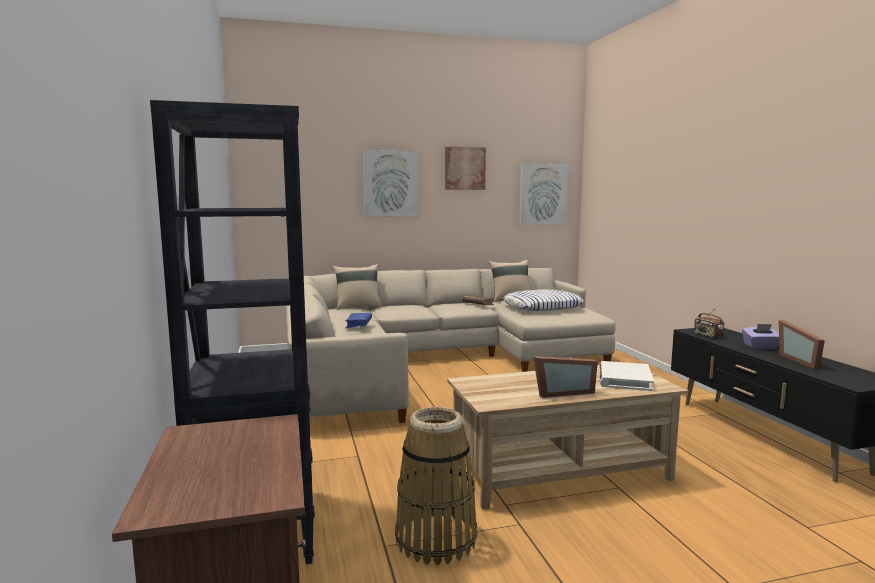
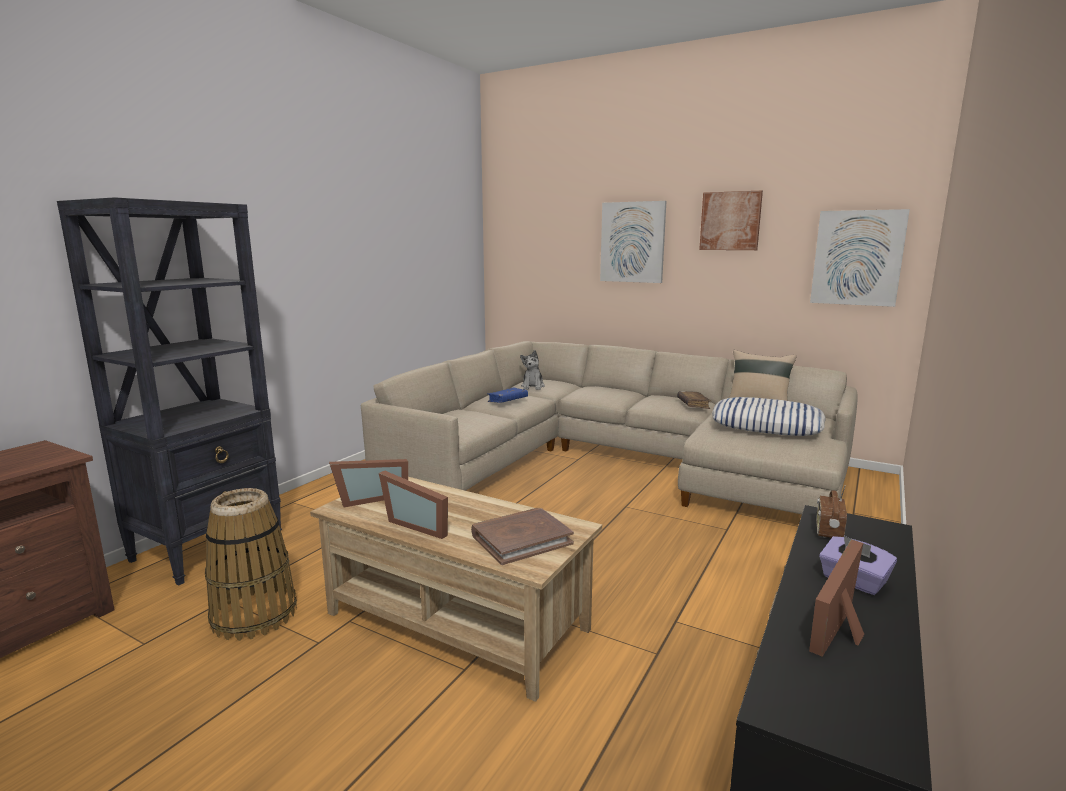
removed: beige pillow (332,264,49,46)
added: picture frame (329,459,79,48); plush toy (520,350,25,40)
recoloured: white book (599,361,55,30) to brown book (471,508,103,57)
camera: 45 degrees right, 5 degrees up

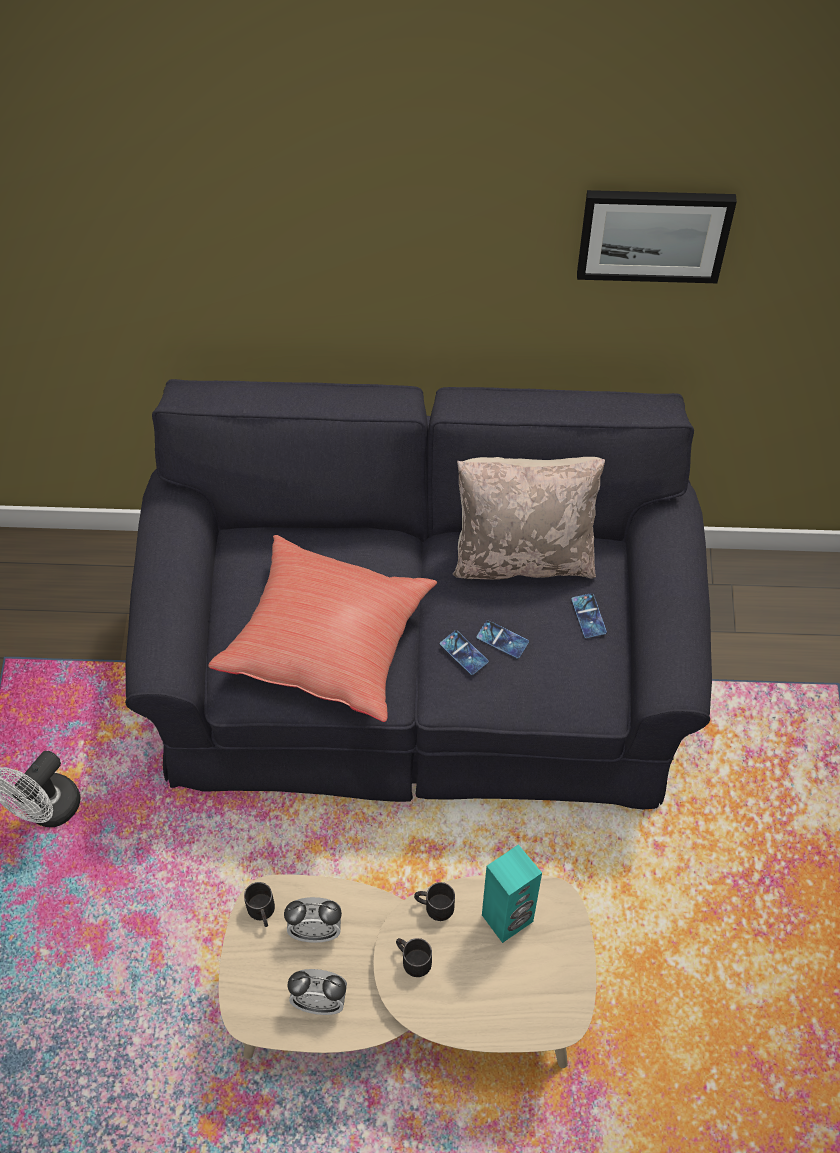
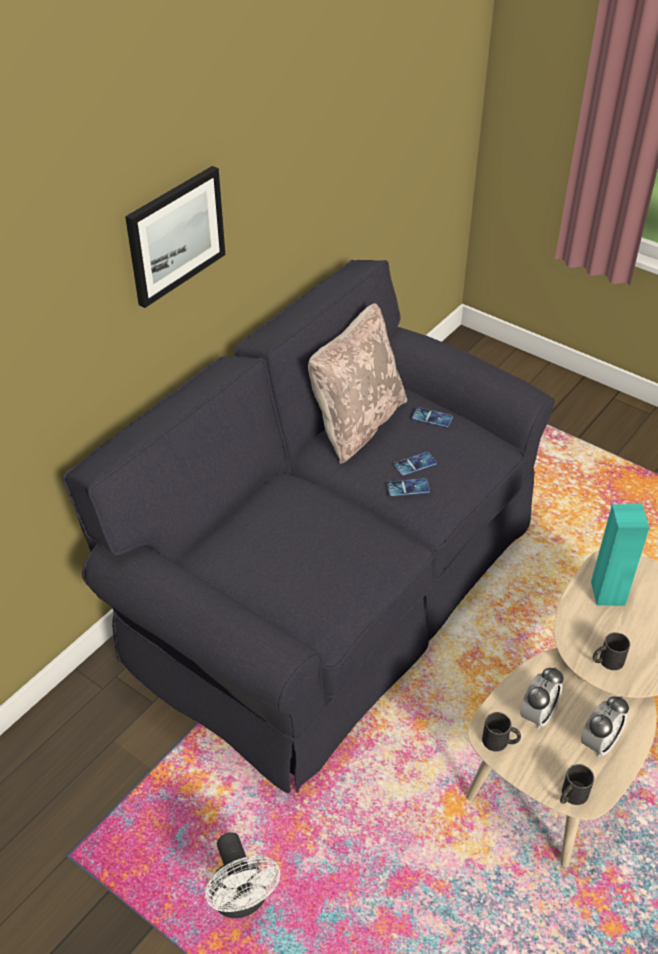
removed: red pillow (208,535,229,187)
moved: black mug (414,882,41,39) to (560,764,34,41); picture (577,190,160,93) to (125,166,100,142)
camera: 55 degrees left, 15 degrees down

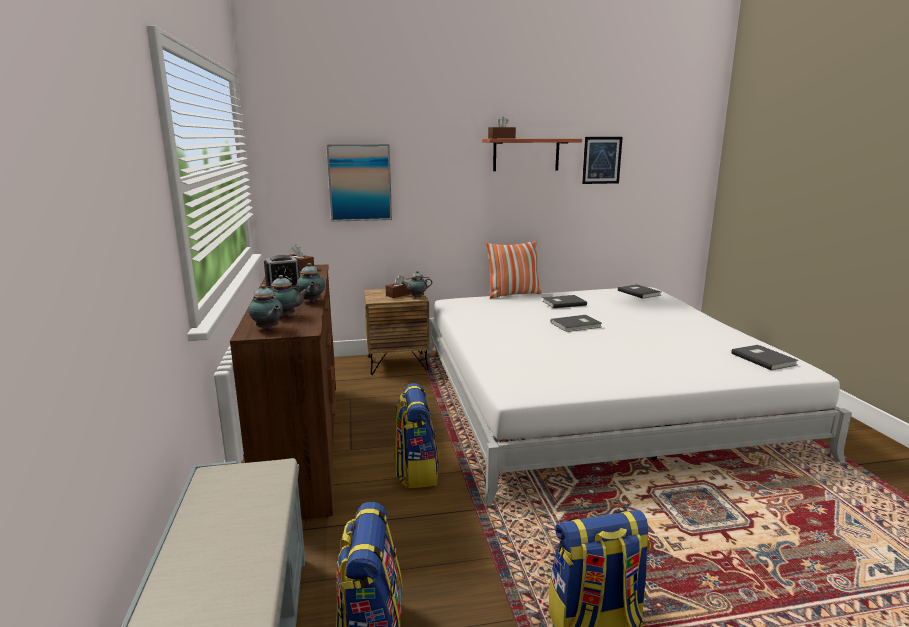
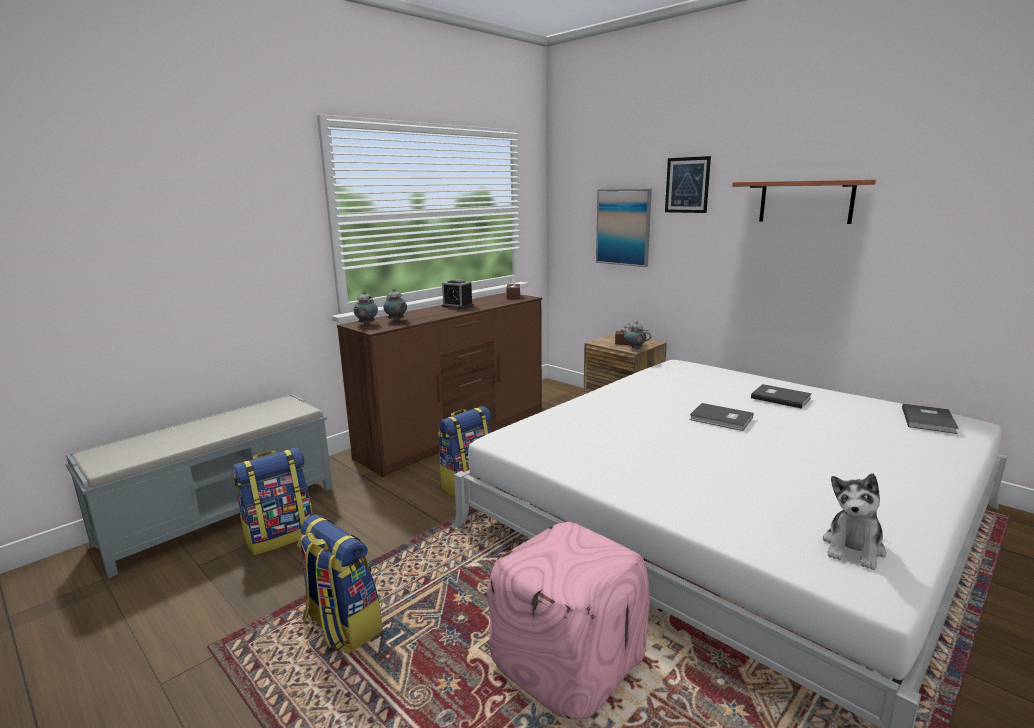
removed: teapot (297,263,28,39); pillow (486,241,56,58); brown tissue box (488,116,28,23)
added: pink ottoman (487,522,163,197)
moved: picture (582,137,41,47) to (665,156,46,57)
replaced: grey book (731,345,68,25) to plush toy (823,473,63,97)
camera: 55 degrees right, 0 degrees up

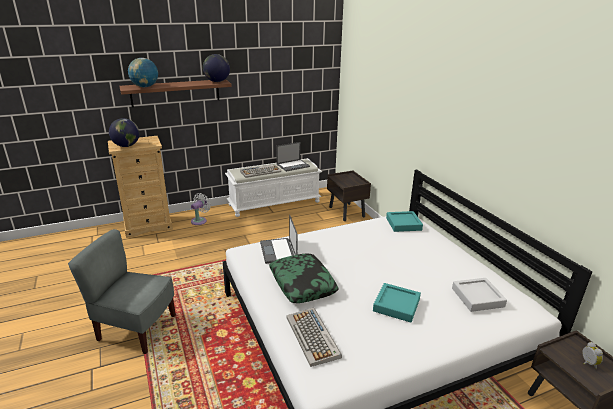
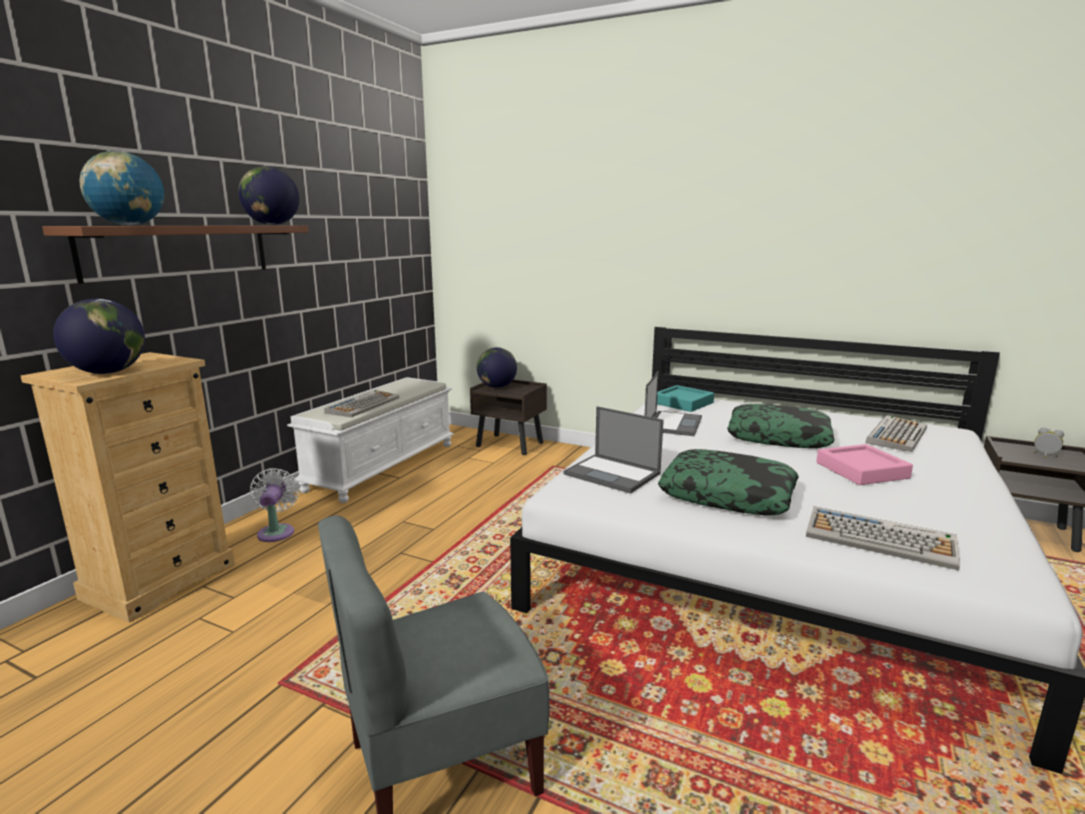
added: globe (477,347,40,41); pillow (727,404,108,44)
moved: laptop (276,142,34,30) to (645,371,57,65)
replaced: grey tray (452,278,55,34) to keyboard (866,415,61,37)
recoloured: turquoise tray (373,283,48,40) to pink tray (816,444,97,41)
camera: 40 degrees left, 10 degrees down

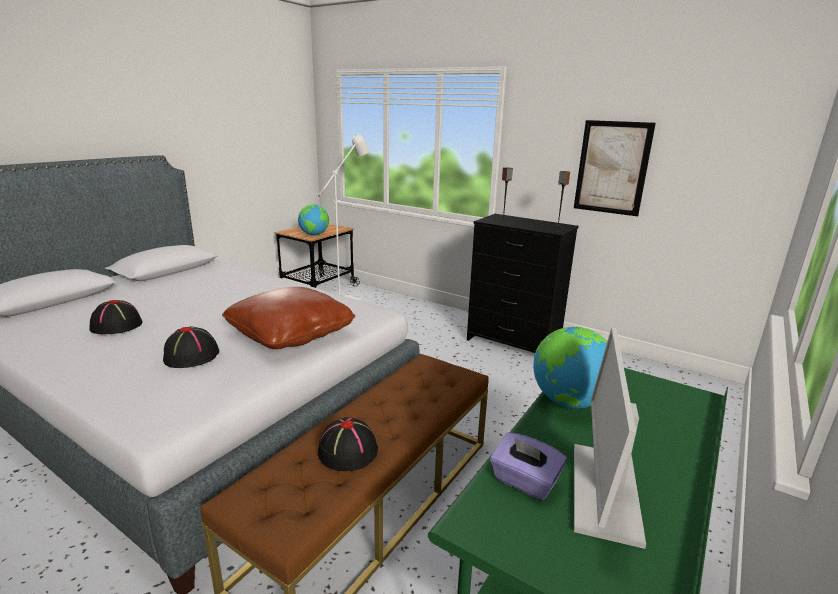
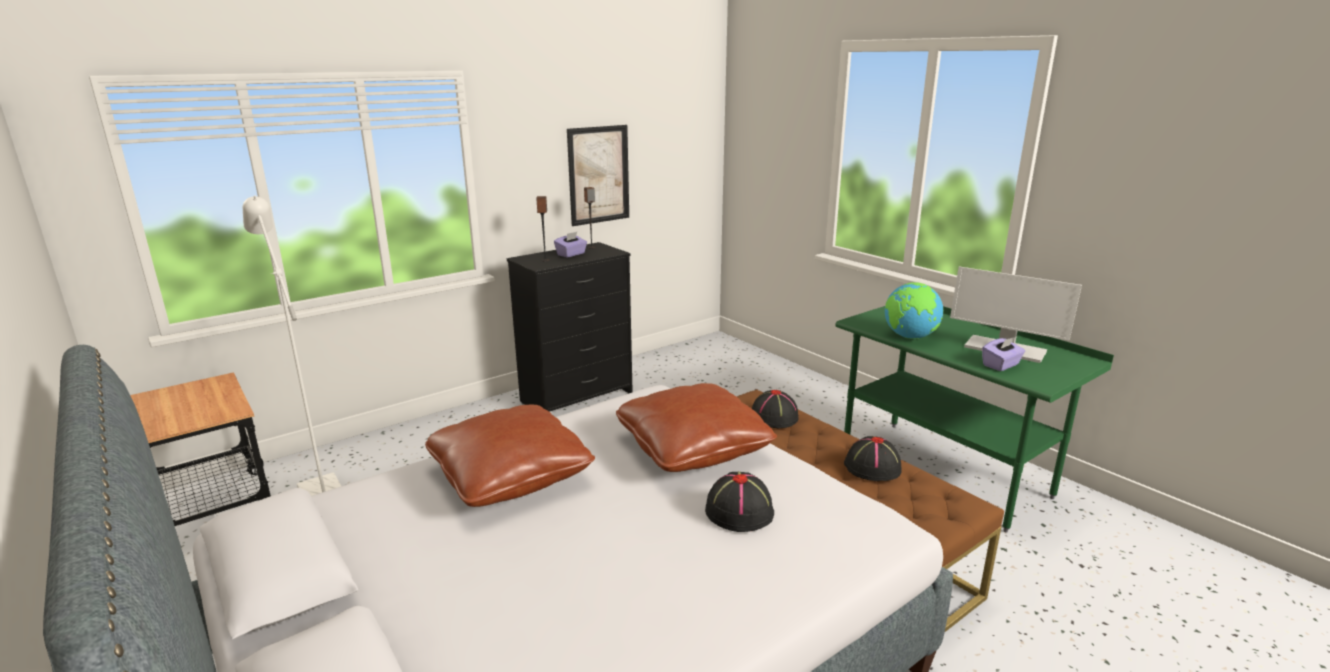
removed: globe (298,204,31,32)
added: brown pillow (425,405,170,102); purple tissue box (554,232,33,25)
moved: black hat (89,300,54,34) to (752,390,47,38)
camera: 70 degrees left, 0 degrees up

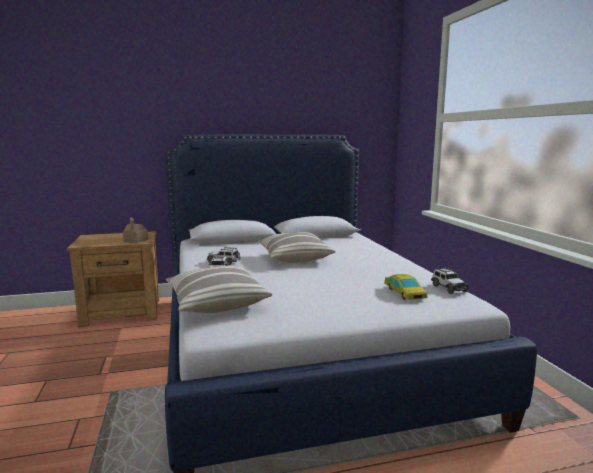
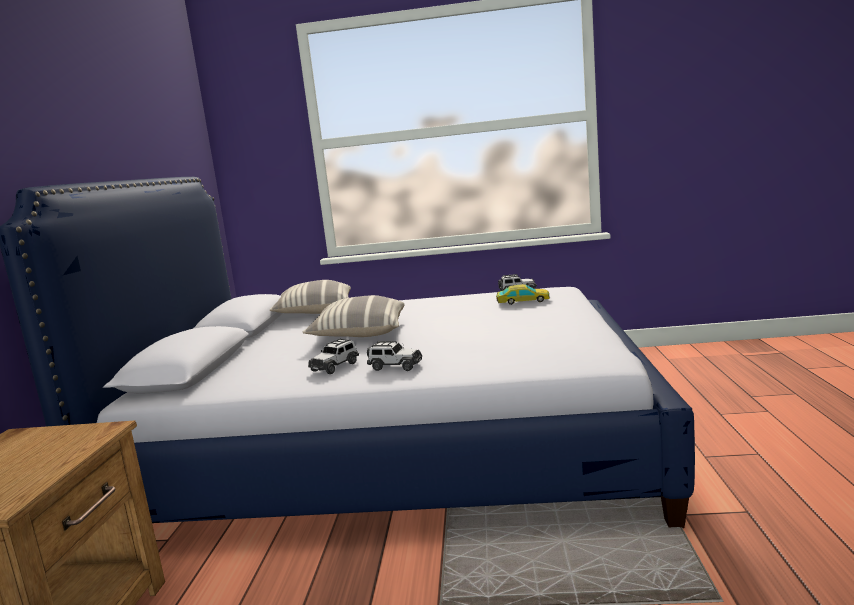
removed: toy house (122,217,26,26)
moved: pillow (166,266,107,47) to (270,280,81,34)
camera: 70 degrees left, 0 degrees up

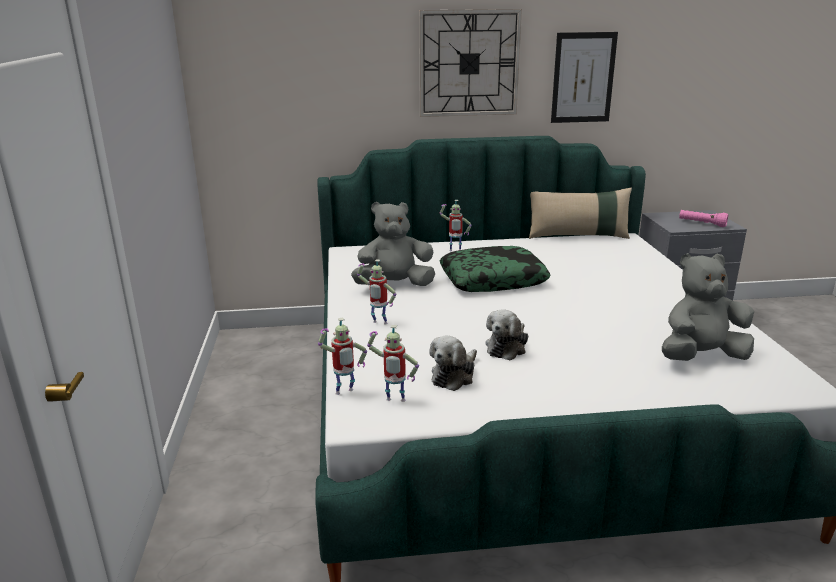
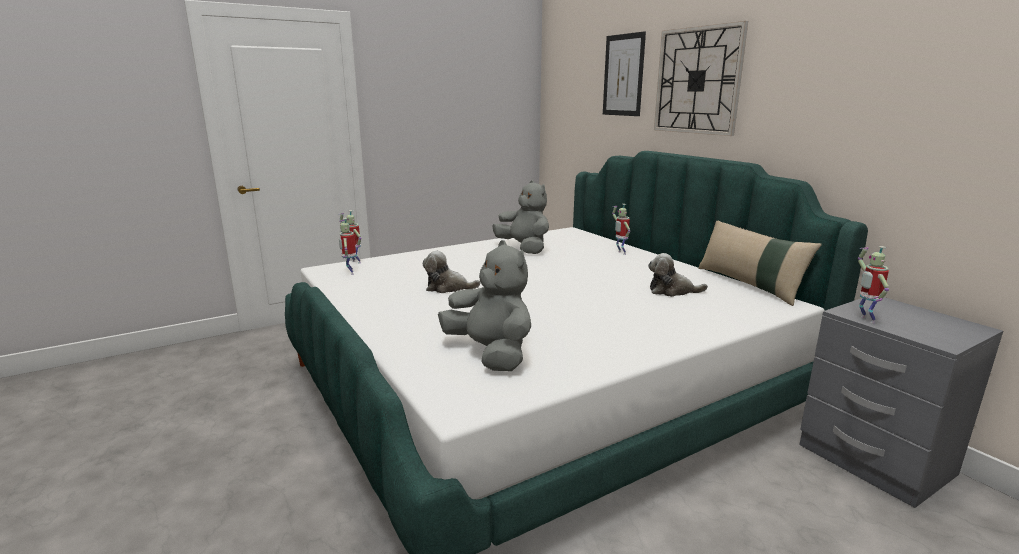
removed: pillow (440,246,111,46); pink flashlight (679,210,49,17)
moved: toy robot (357,259,39,65) to (858,246,31,77); plush toy (429,336,48,55) to (648,253,60,44); picture (551,32,67,91) to (603,31,43,85)
camera: 65 degrees right, 5 degrees down

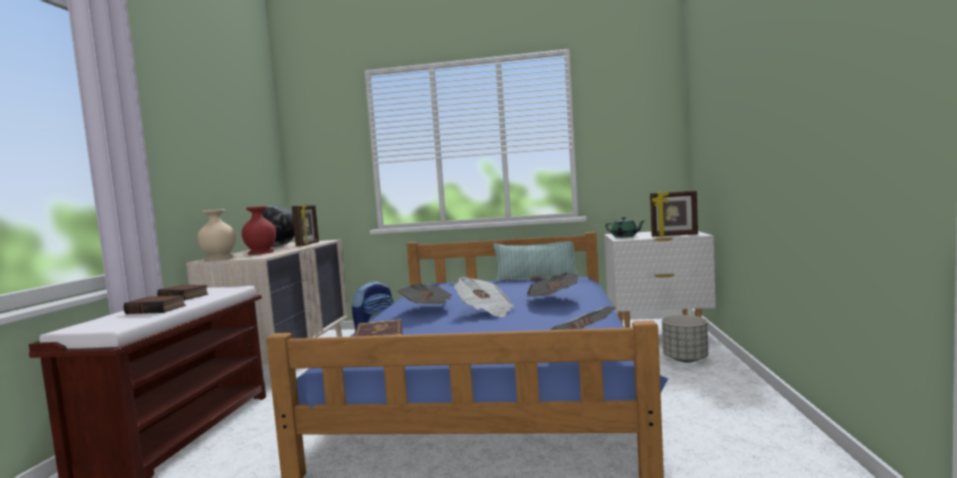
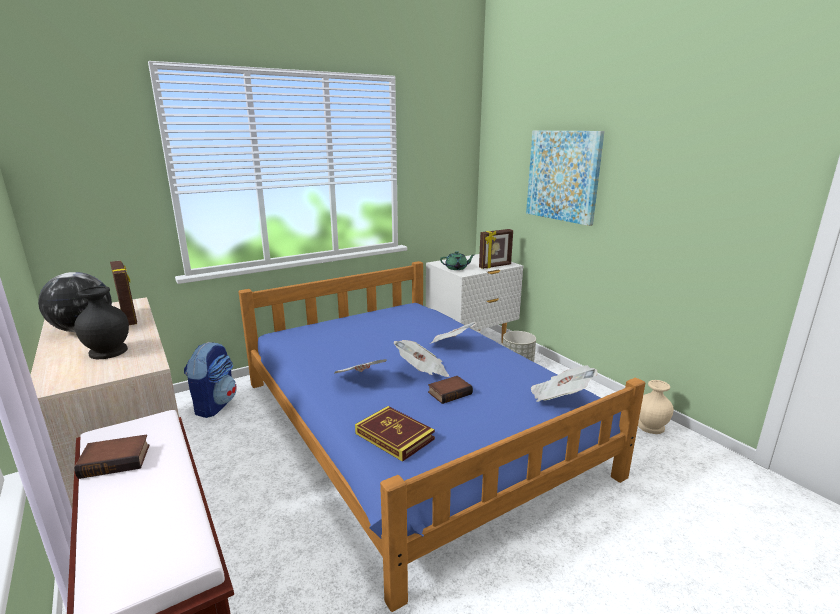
removed: pillow (493,241,85,41)
added: picture (526,131,78,95)
moved: book (124,295,62,19) to (428,376,45,28); beige vase (198,209,38,51) to (638,380,36,54)
recoloured: red vase (242,206,34,49) to black vase (74,286,55,73)
camera: 40 degrees left, 15 degrees up

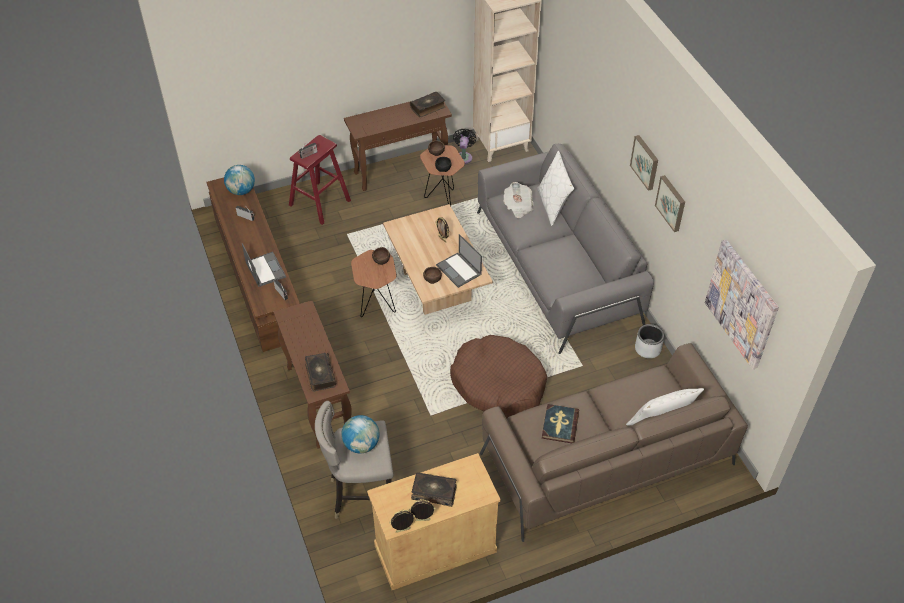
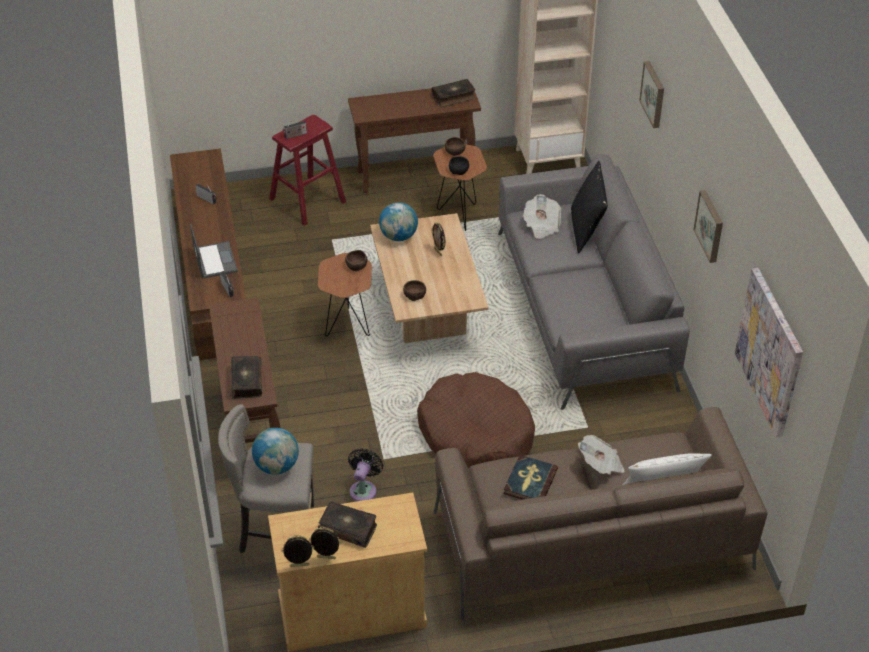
removed: laptop (436,234,46,54); grey planter (635,324,29,34)
added: newspaper (578,435,47,40)
moved: globe (224,165,31,30) to (379,202,39,39); black fan (453,129,23,35) to (348,448,35,53); picture (630,135,28,56) to (639,61,25,67)
recoloured: white pillow (537,151,37,75) to black pillow (571,161,37,92)
camera: 10 degrees right, 5 degrees down

